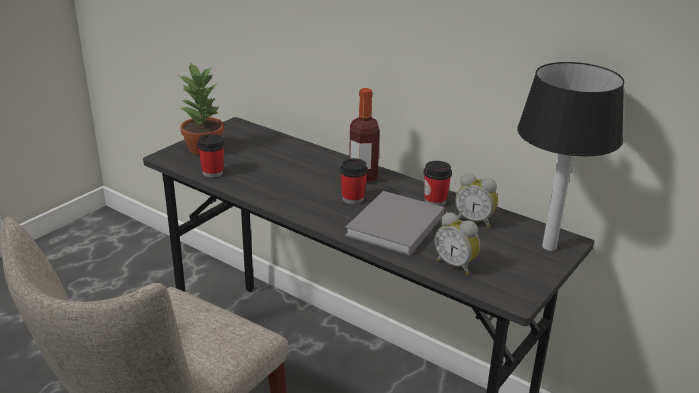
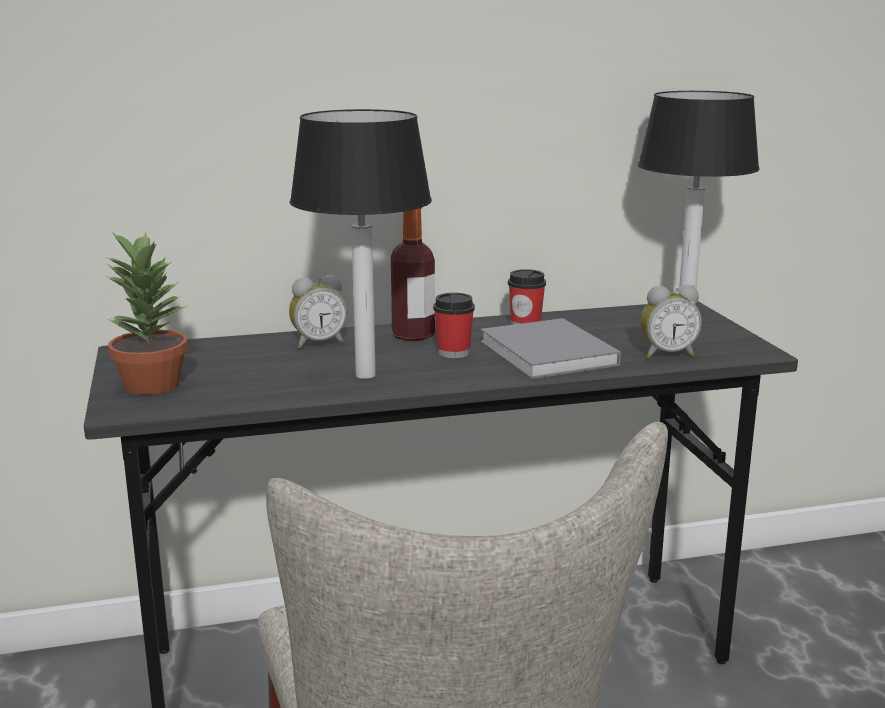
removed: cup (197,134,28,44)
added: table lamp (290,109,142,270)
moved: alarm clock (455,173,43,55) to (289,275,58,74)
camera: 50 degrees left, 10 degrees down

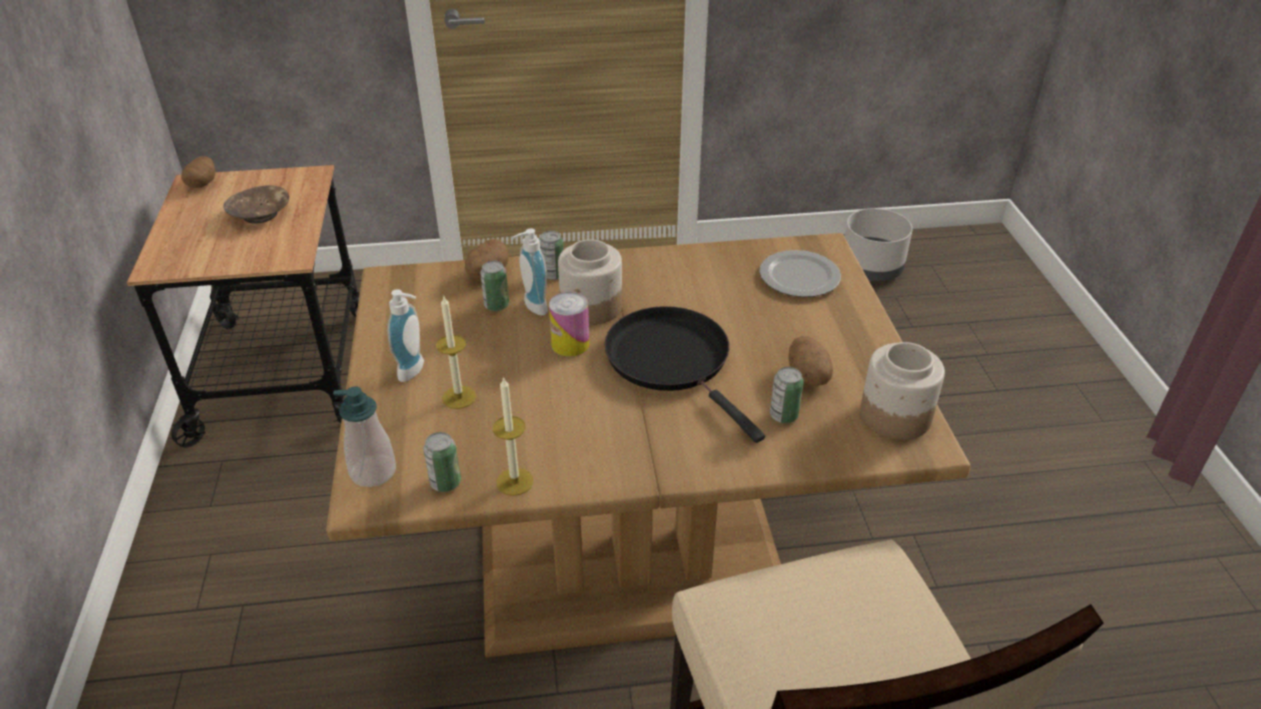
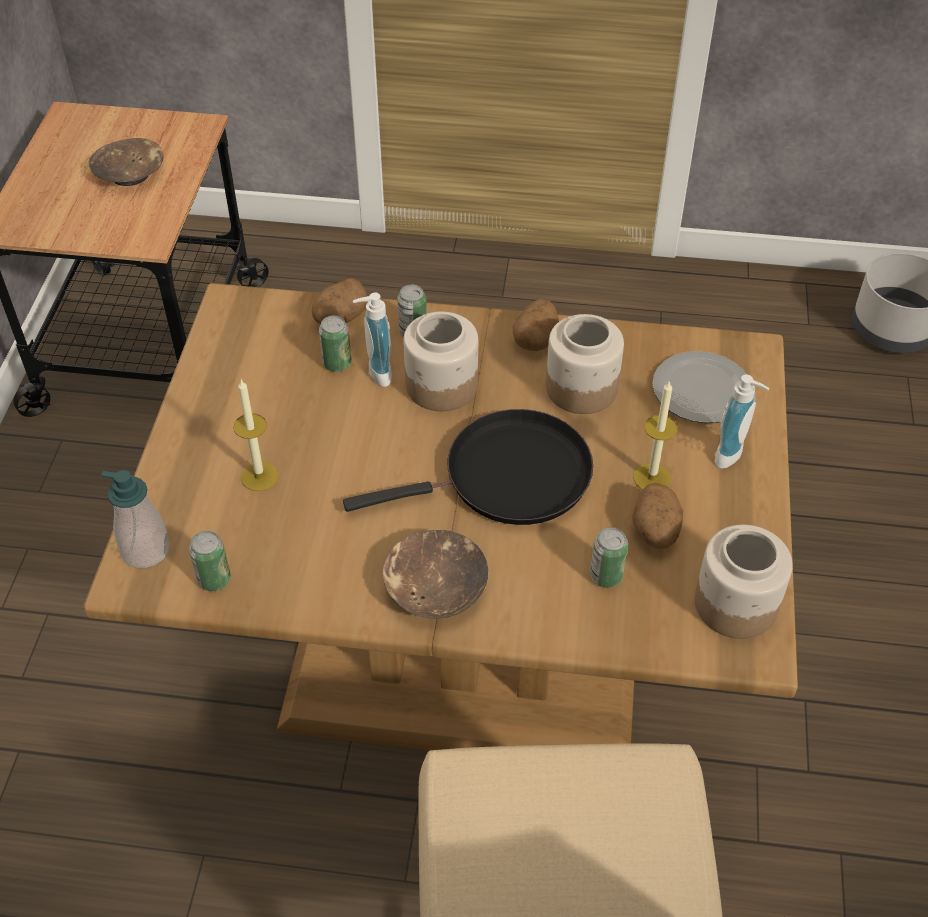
removed: can (549,292,41,65)
added: brown bowl (383,530,105,89); jar (546,314,78,100)
moved: potato (181,156,34,32) to (513,299,46,52); soap dispenser (387,289,37,93) to (715,375,55,94); candle (493,377,41,119) to (634,380,44,110)
turned: black frying pan (605,306,160,137) = (343,409,250,116) 90 degrees clockwise
camera: 15 degrees right, 10 degrees up

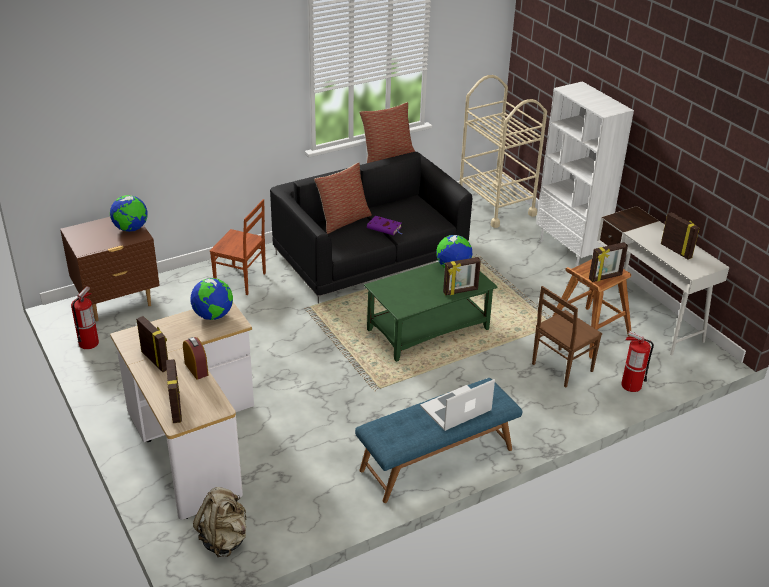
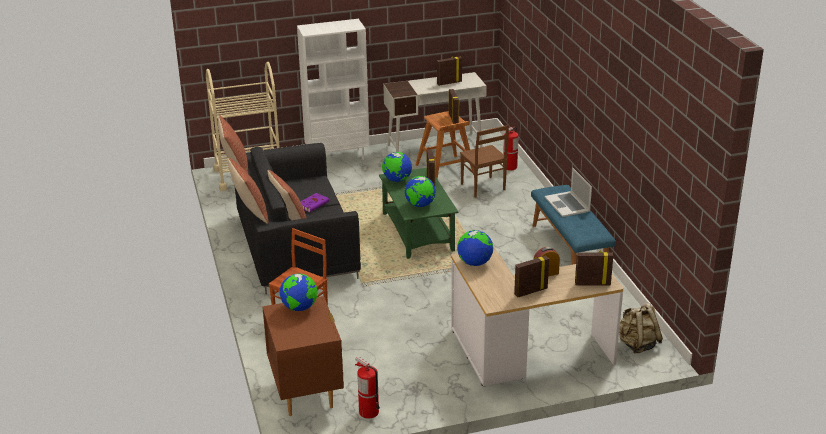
added: pillow (228,157,41,67); globe (405,176,31,31)
camera: 75 degrees left, 5 degrees down

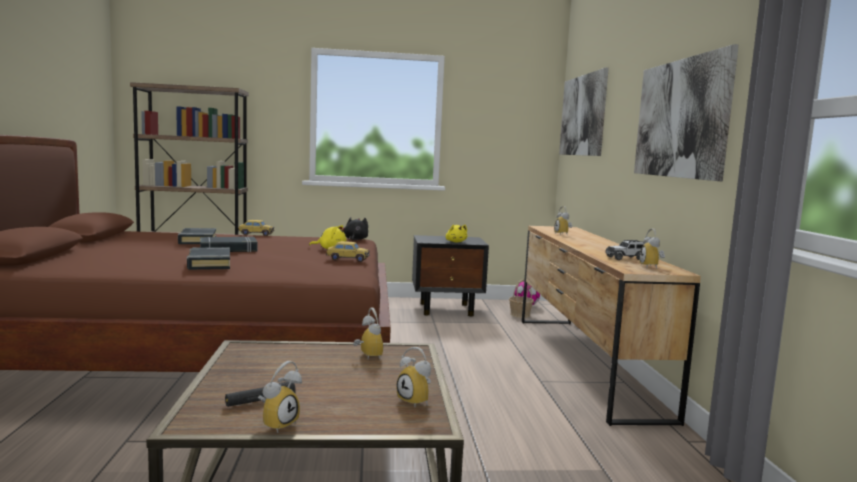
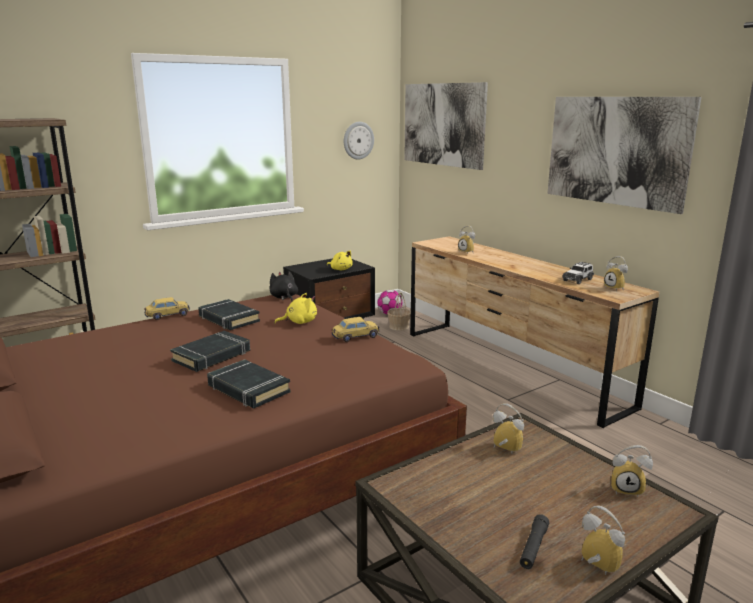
added: wall clock (344,122,30,38)
moved: black book (178,228,38,16) to (198,299,62,31)
turned: alarm clock (258,361,44,72) = (581,505,44,70) 45 degrees counterclockwise
camera: 30 degrees left, 10 degrees up

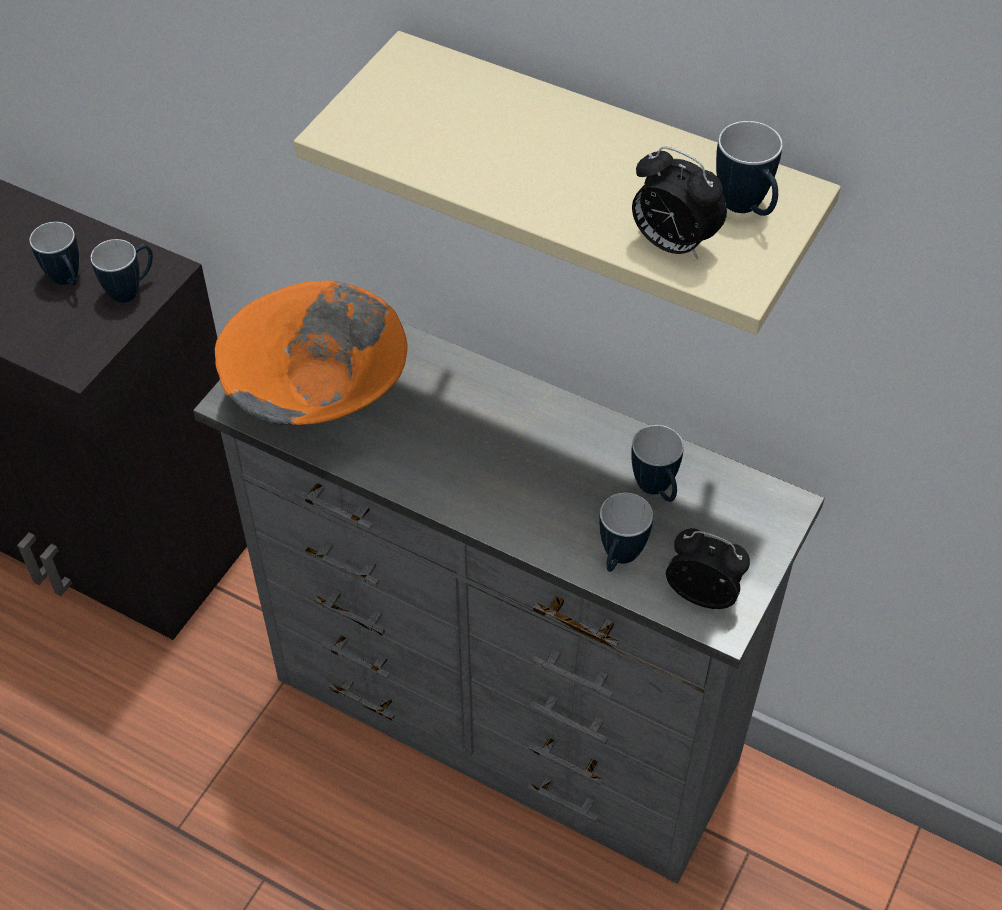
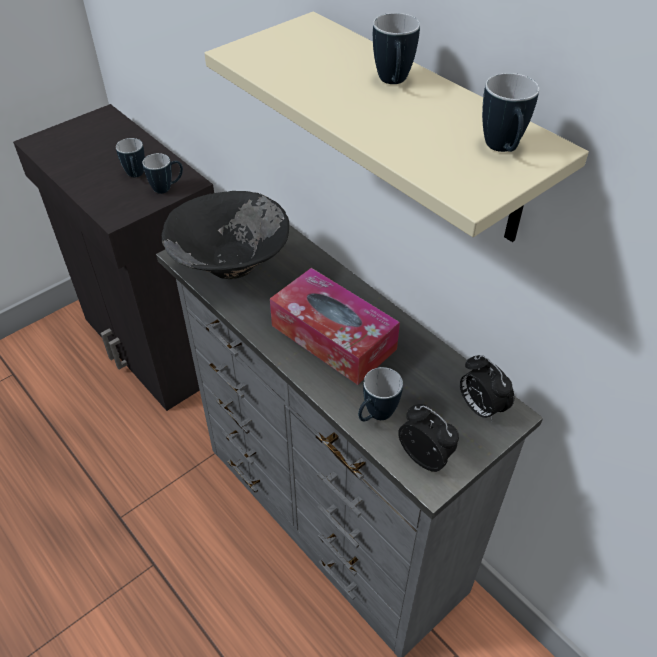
added: tissue box (270,268,130,117)
moved: mug (631,425,53,77) to (373,13,47,71); alarm clock (632,146,95,114) to (460,355,54,66)
recoloured: orange bowl (215,280,193,145) to black bowl (162,191,127,88)
camera: 20 degrees right, 5 degrees down

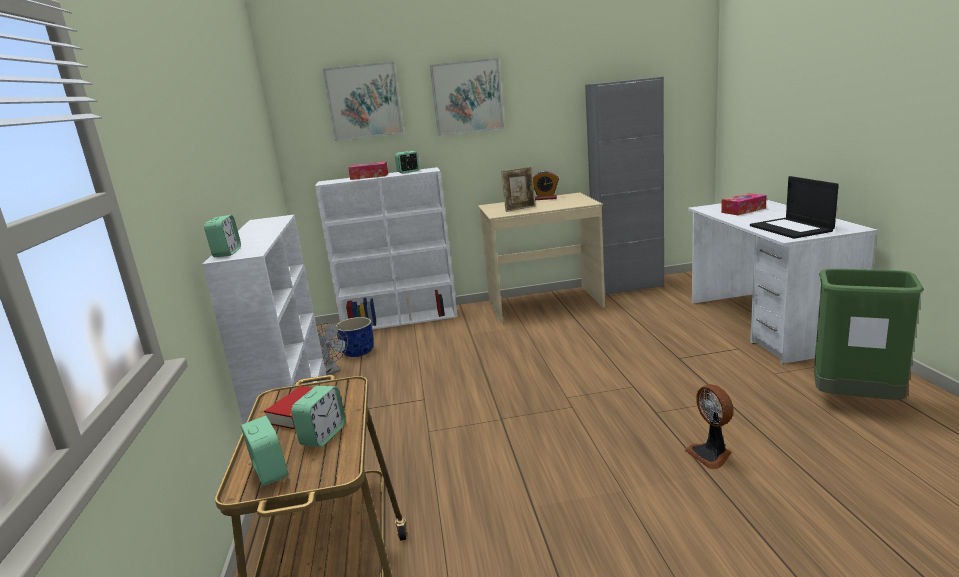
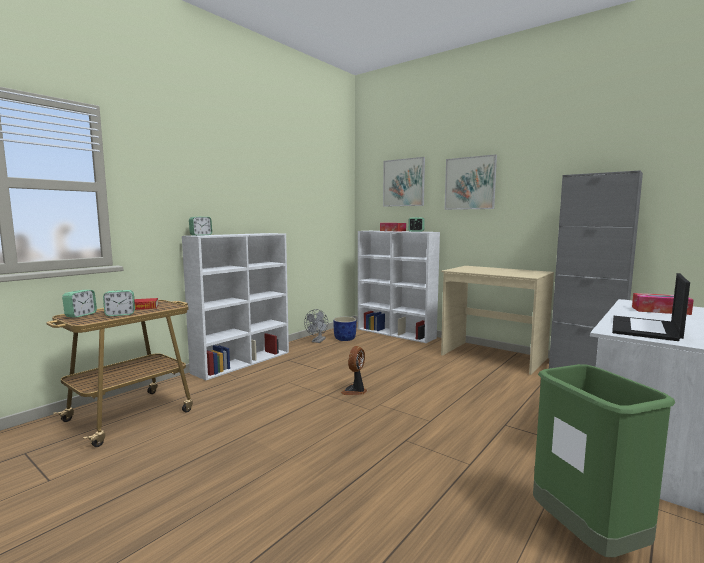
removed: picture frame (501,166,35,46); alarm clock (533,171,26,29)
moved: fan (684,384,50,85) to (341,346,26,49)
camera: 45 degrees right, 10 degrees down

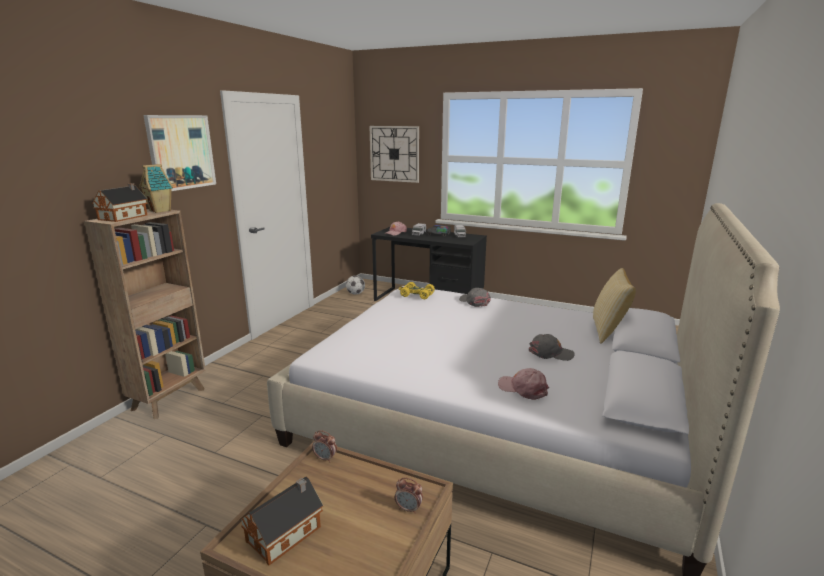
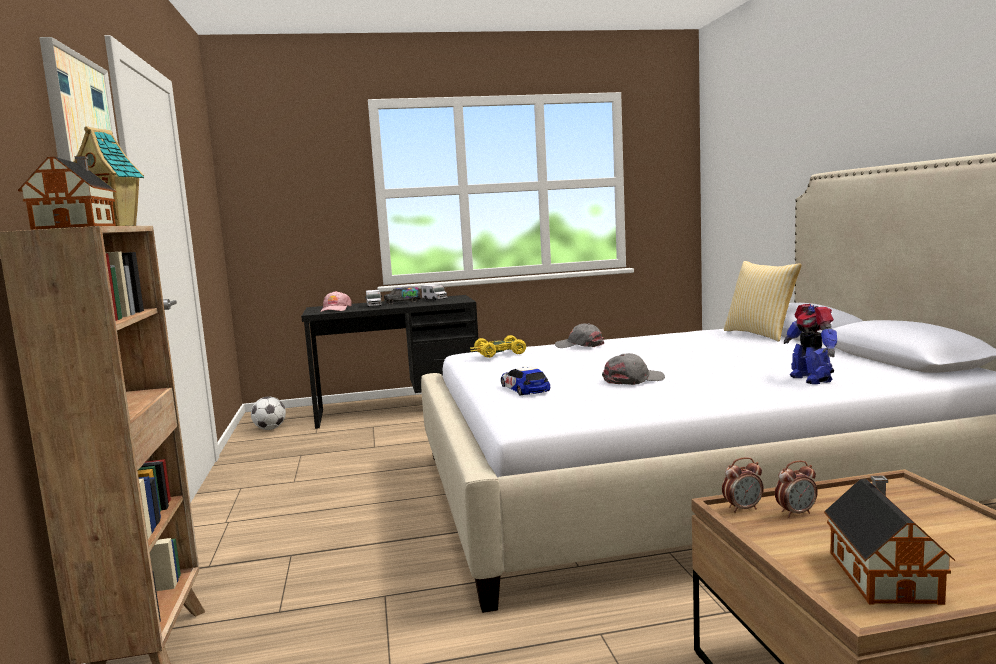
removed: wall clock (369,126,50,57)
added: toy car (501,366,49,30)
moved: alarm clock (395,478,28,36) to (775,460,42,57); grey cap (529,334,45,27) to (602,353,63,32)
replaced: pink cap (498,368,51,32) to toy robot (784,304,53,80)
camera: 35 degrees left, 10 degrees down

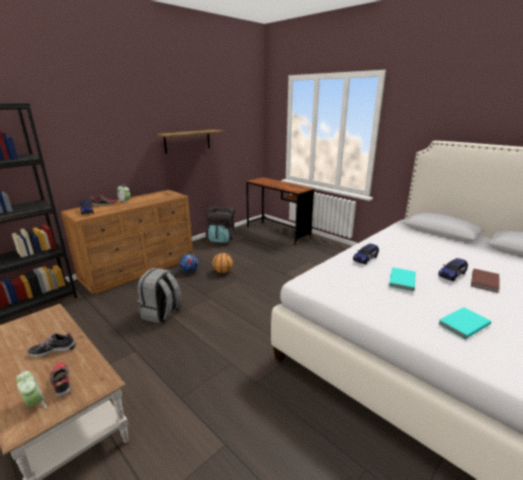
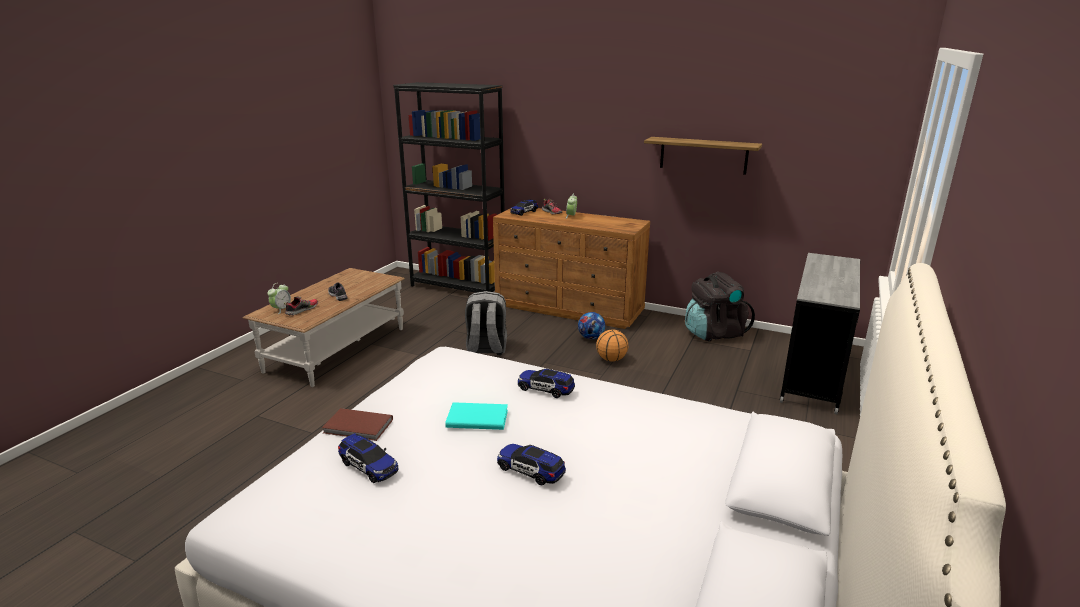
moved: brown book (471,269,29,24) to (322,408,71,33)
replaced: turquoise book (439,307,52,32) to toy car (338,433,61,50)
recoloured: brown desk (246,177,68,68) to grey desk (780,253,80,161)
camera: 70 degrees right, 0 degrees up

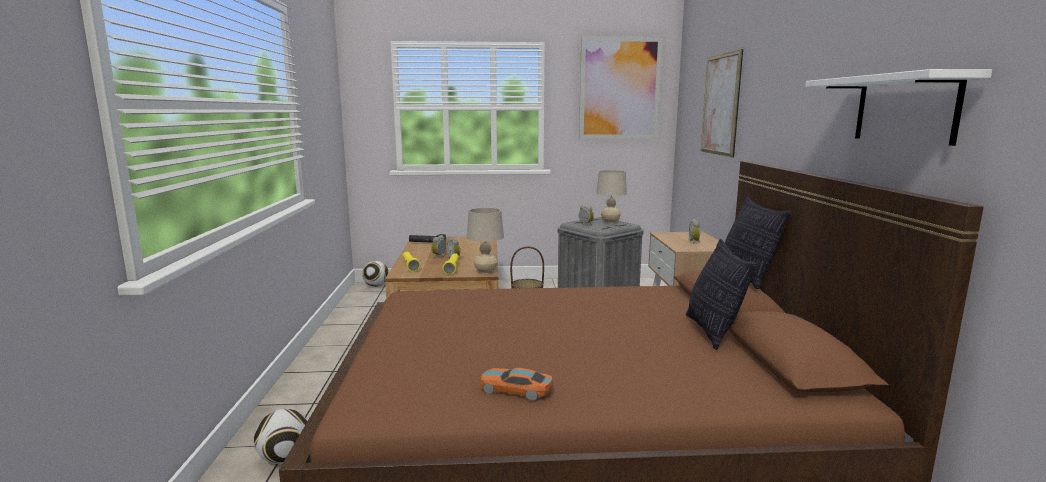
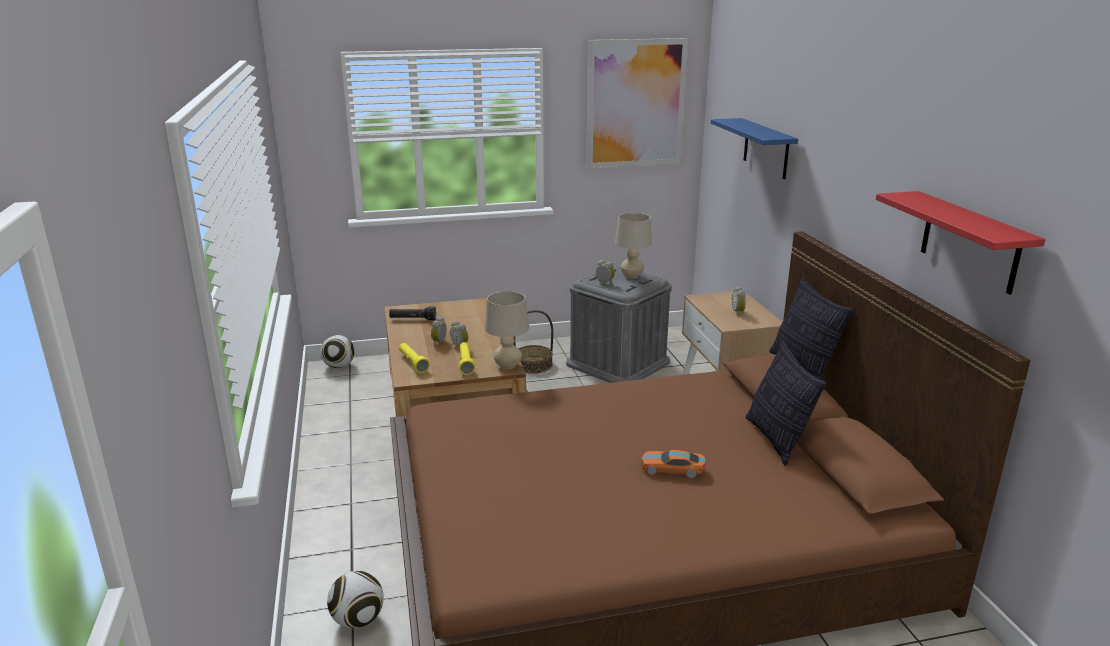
moved: toy car (480,368,73,33) to (641,450,65,28)
replaced: picture (701,49,42,108) to blue shelf (711,118,87,61)
recoloured: white shelf (805,69,187,77) to red shelf (876,191,169,104)
camera: 10 degrees left, 10 degrees up

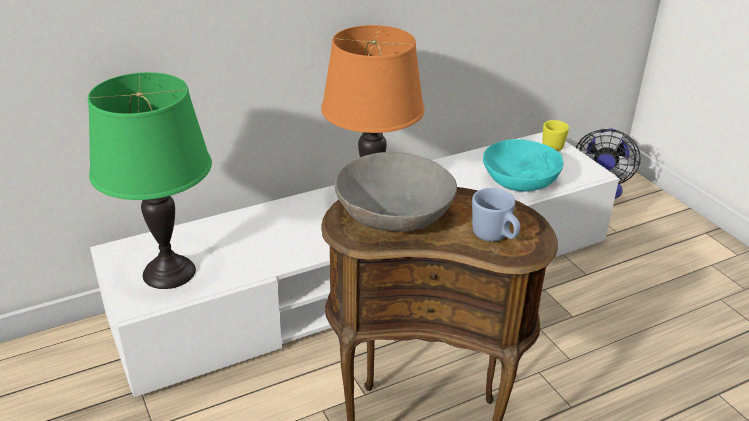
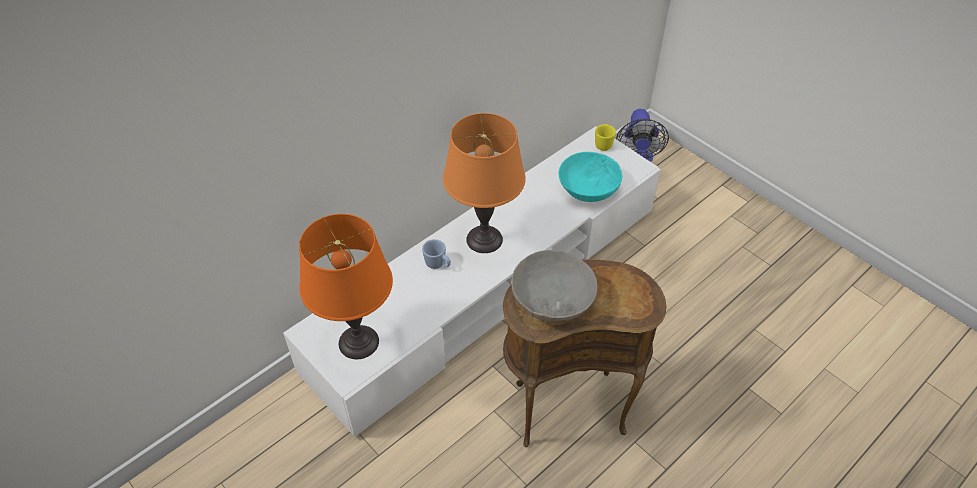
moved: blue mug (472,188,48,54) to (422,239,29,30)
recoloured: green table lamp (88,72,124,217) to orange table lamp (299,214,94,145)
camera: 15 degrees left, 15 degrees up

